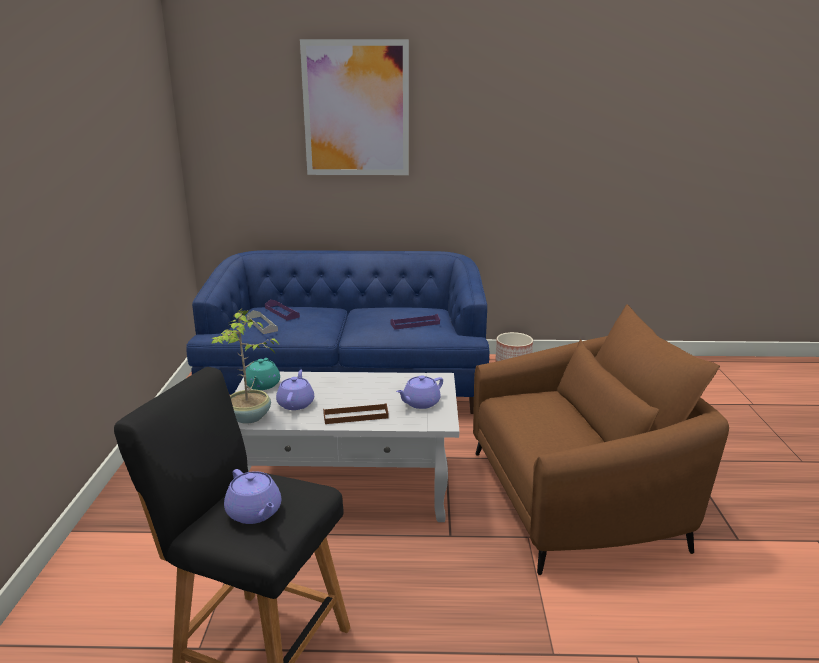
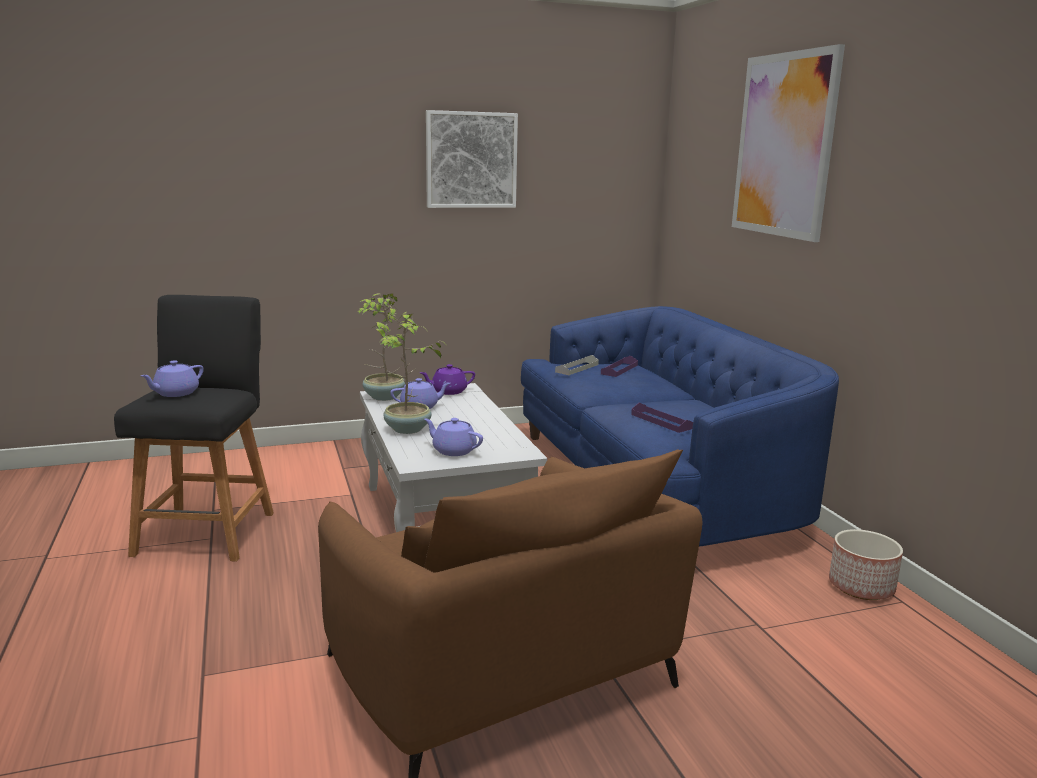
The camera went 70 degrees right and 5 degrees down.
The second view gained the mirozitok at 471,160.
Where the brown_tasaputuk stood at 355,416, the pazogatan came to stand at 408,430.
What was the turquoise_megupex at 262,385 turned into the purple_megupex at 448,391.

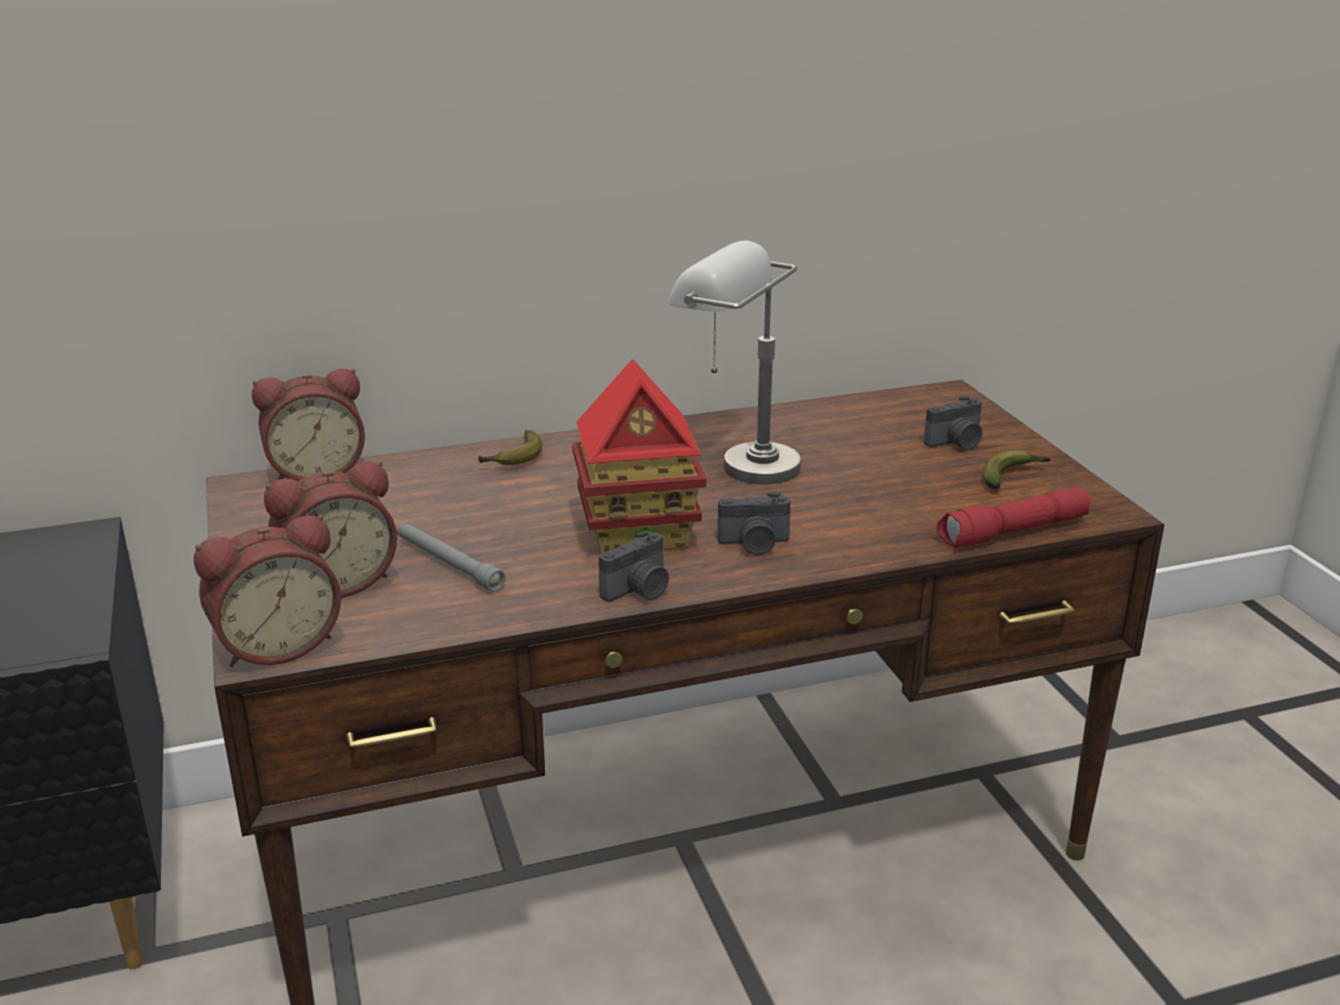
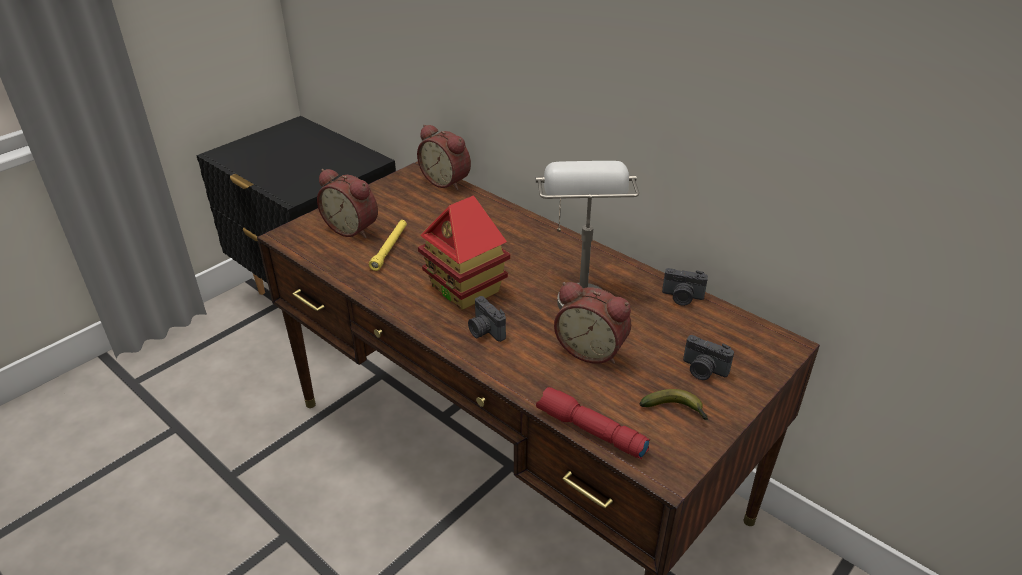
The camera went 60 degrees right and 10 degrees up.
The second view lost the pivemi at 513,459.
The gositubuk ended up elsewhere, having gone from 276,645 to 592,349.
The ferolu ended up elsewhere, having gone from 639,590 to 682,297.
What was the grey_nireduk at 448,564 turned into the yellow_nireduk at 390,248.

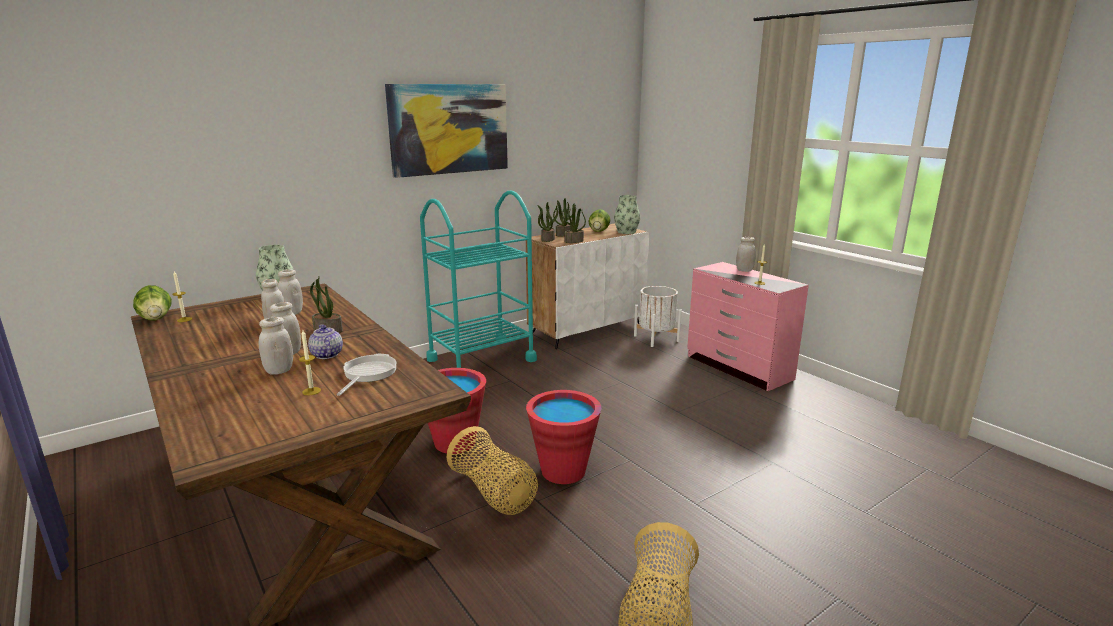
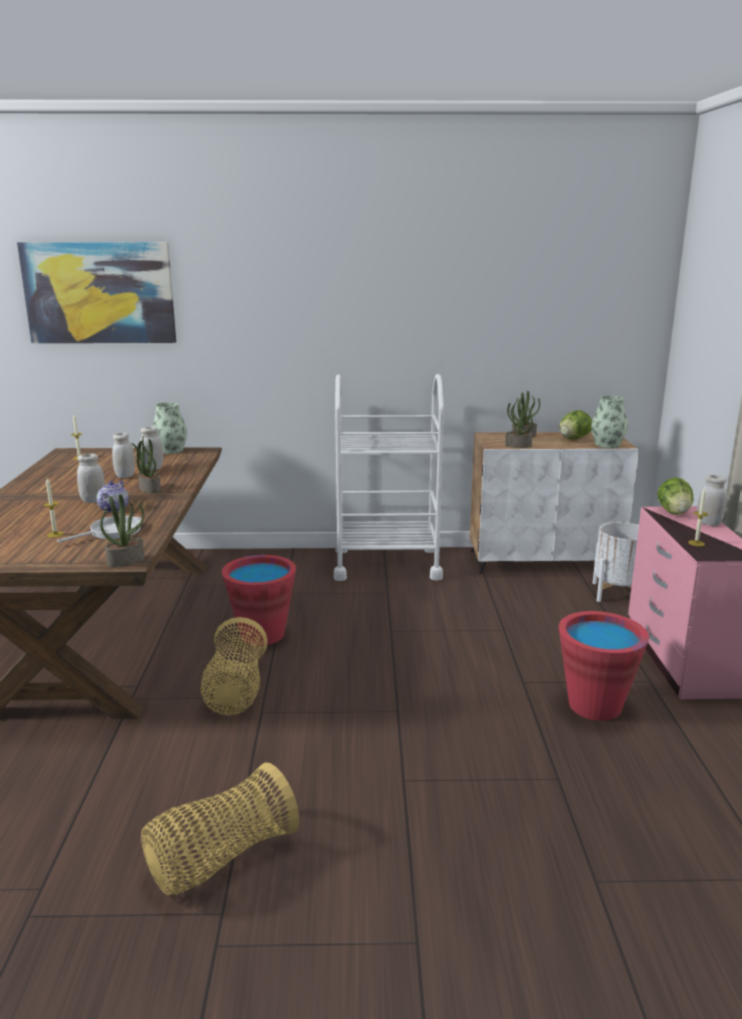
The camera went 35 degrees right and 0 degrees up.
The second view lost the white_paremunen at 279,371.
The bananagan ended up elsewhere, having gone from 156,319 to 674,512.
The mirozitok ended up elsewhere, having gone from 449,129 to 99,293.
The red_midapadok ended up elsewhere, having gone from 563,471 to 595,705.
The pazogatan ended up elsewhere, having gone from 547,239 to 126,561.
What was the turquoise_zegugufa at 481,360 turned into the white_zegugufa at 386,564.

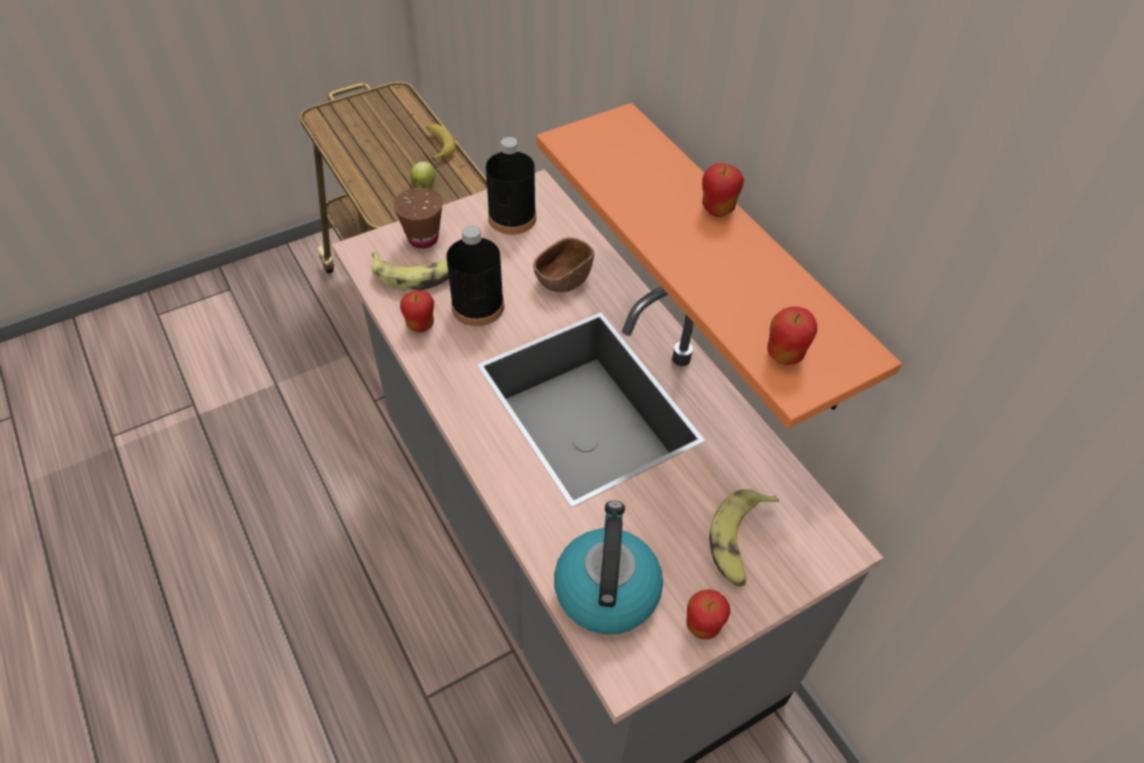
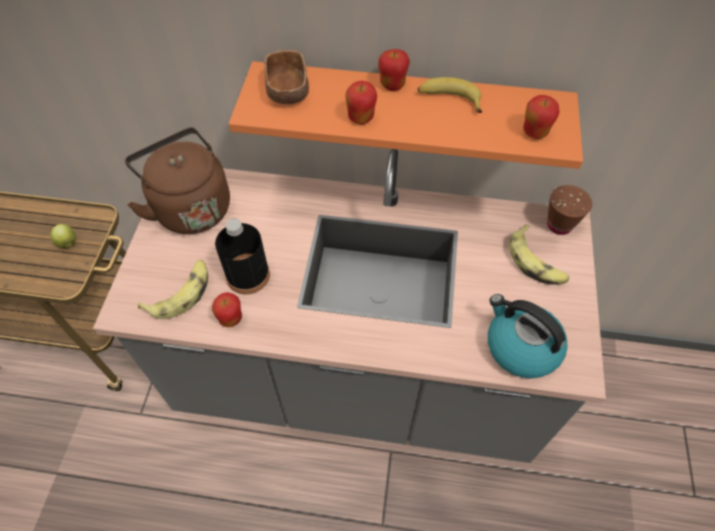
The camera went 50 degrees left and 5 degrees up.
The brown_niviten ended up elsewhere, having gone from 423,238 to 559,225.
The pivemi ended up elsewhere, having gone from 438,145 to 449,99.
The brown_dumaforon ended up elsewhere, having gone from 563,278 to 288,92.
The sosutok ended up elsewhere, having gone from 703,626 to 361,118.
Where the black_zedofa stood at 512,218, the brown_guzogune came to stand at 190,207.

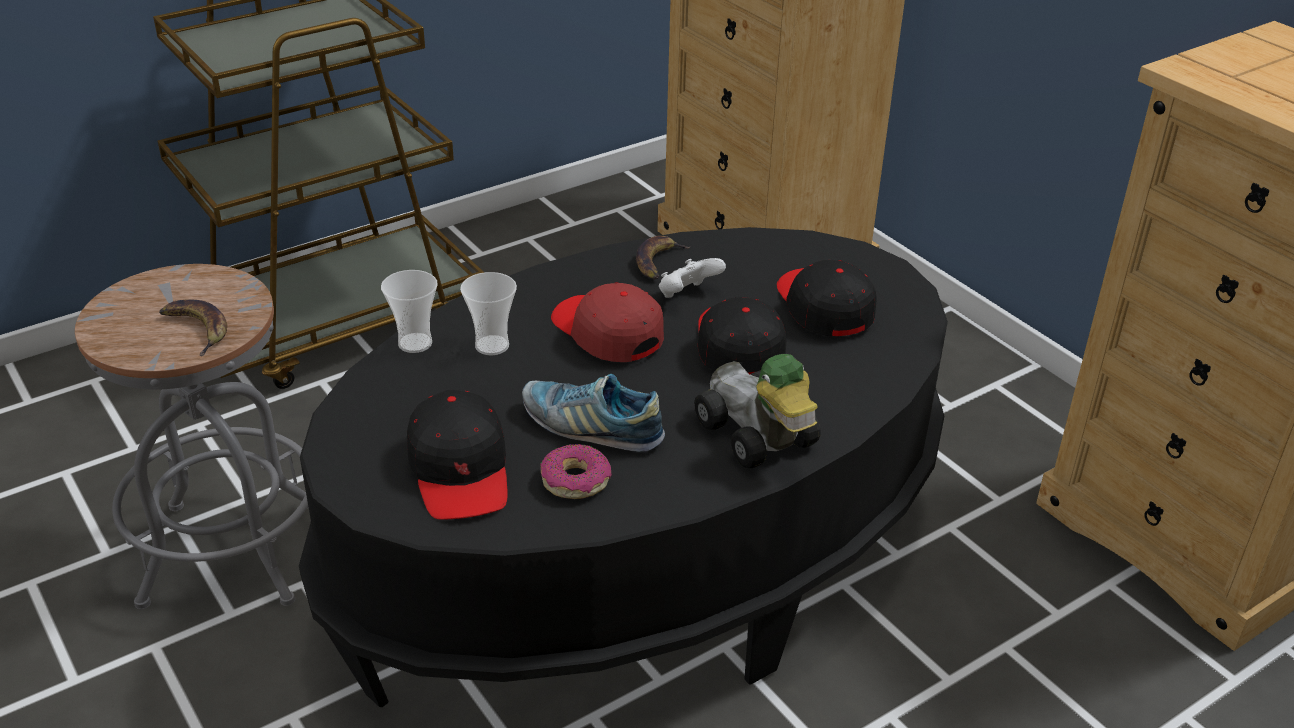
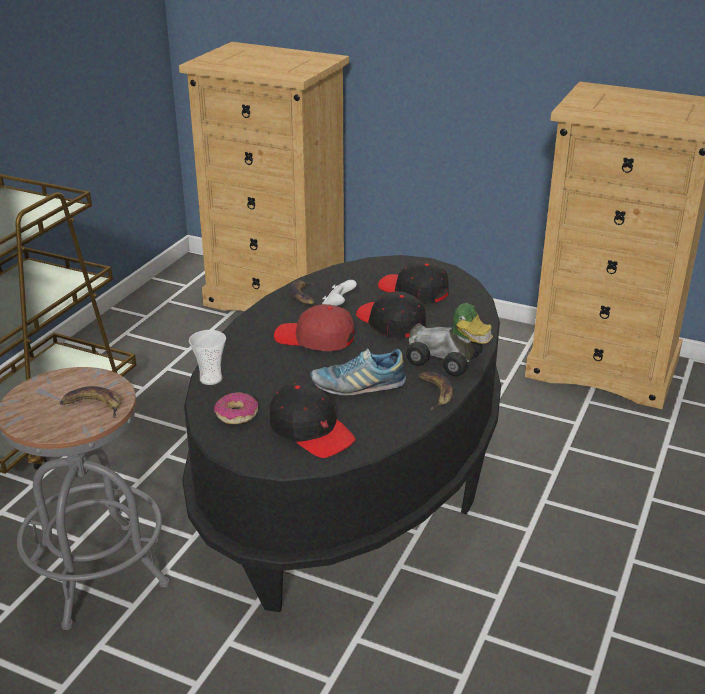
The camera went 30 degrees left and 5 degrees down.
The second view lost the niviten at 492,345.
The second view gained the pivemi at 435,392.
The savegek ended up elsewhere, having gone from 575,481 to 237,414.

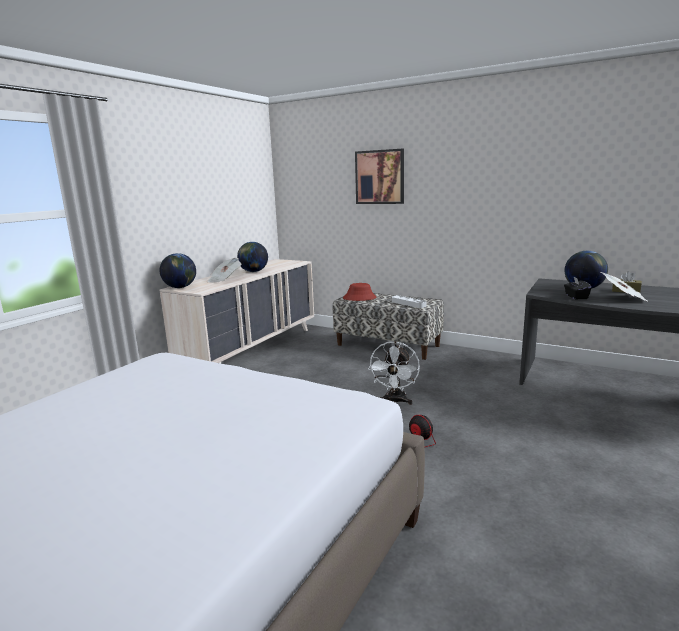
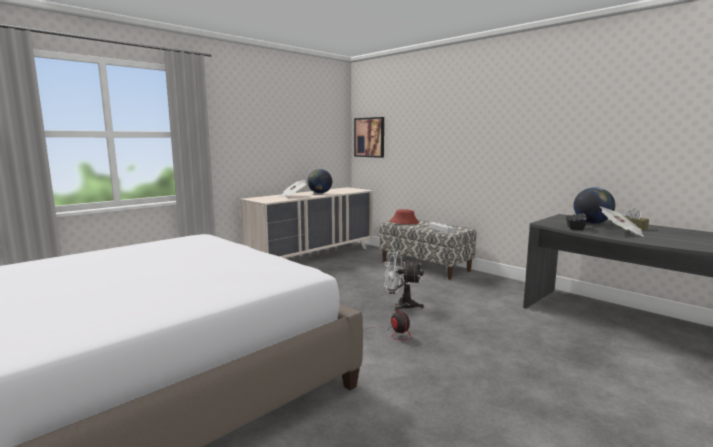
The camera went 15 degrees right and 5 degrees down.
The second view lost the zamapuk at 180,287.
The mirozitok ended up elsewhere, having gone from 380,177 to 369,137.
The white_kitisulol at 395,401 ended up facing another way, 75 degrees clockwise from before.

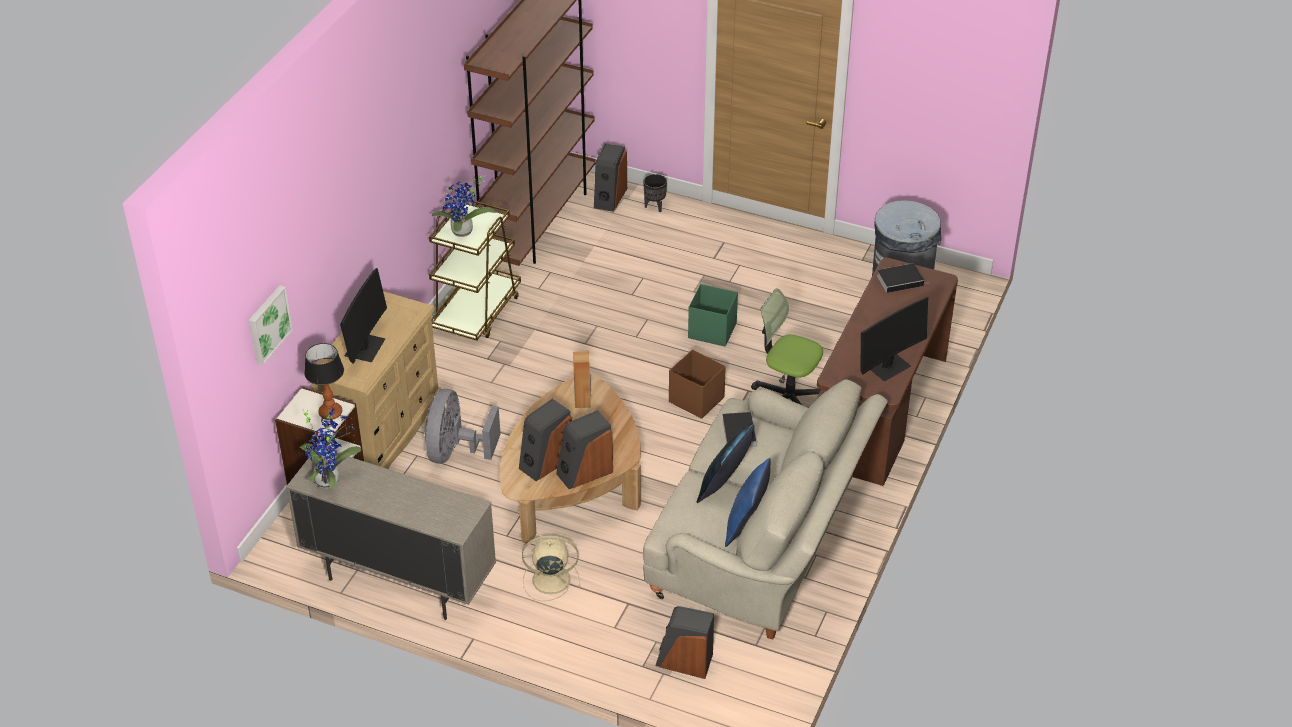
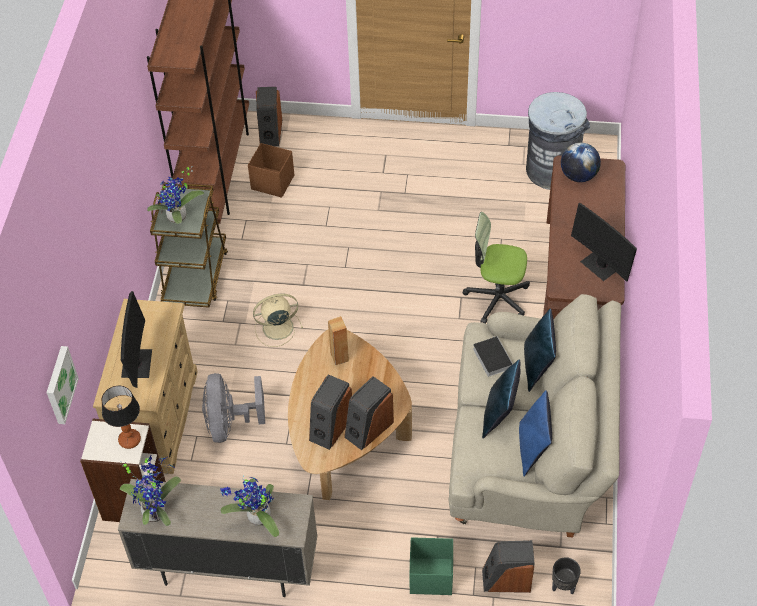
The camera went 15 degrees left and 10 degrees up.
The second view gained the pazogatan at 256,518.
The second view gained the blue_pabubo at 537,366.
The beige_kitisulol ended up elsewhere, having gone from 549,580 to 276,328.
The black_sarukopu ended up elsewhere, having gone from 655,207 to 563,587.
The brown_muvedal ended up elsewhere, having gone from 696,399 to 272,182.
The green_muvedal ended up elsewhere, having gone from 711,330 to 430,576.
Where the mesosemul stood at 901,280, the zamapuk came to stand at 578,176.
The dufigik at 887,366 ended up facing another way, 105 degrees clockwise from before.

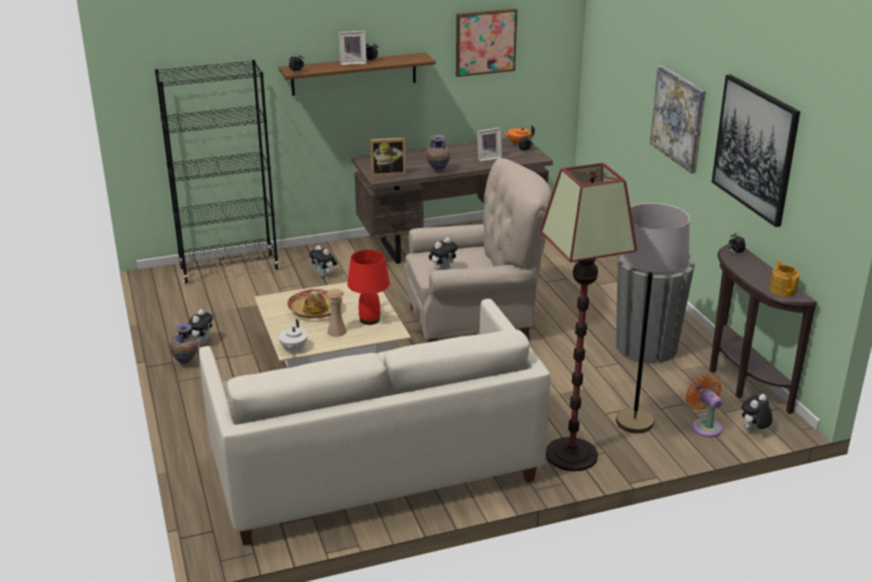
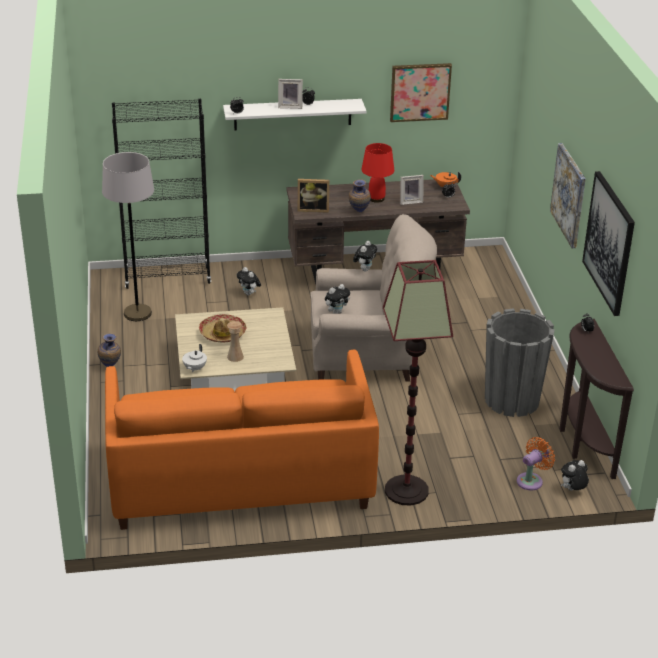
The camera went 10 degrees right and 5 degrees up.
The second view lost the megupex at 783,289.
The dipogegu ended up elsewhere, having gone from 201,342 to 364,269.
The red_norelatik ended up elsewhere, having gone from 370,319 to 377,199.
The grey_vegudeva ended up elsewhere, having gone from 634,422 to 137,313.
What was the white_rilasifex at 374,467 turned into the orange_rilasifex at 240,479.
What was the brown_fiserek at 354,74 turned into the white_fiserek at 292,114.
The orange_kitisulol at 704,426 ended up facing another way, 60 degrees clockwise from before.

